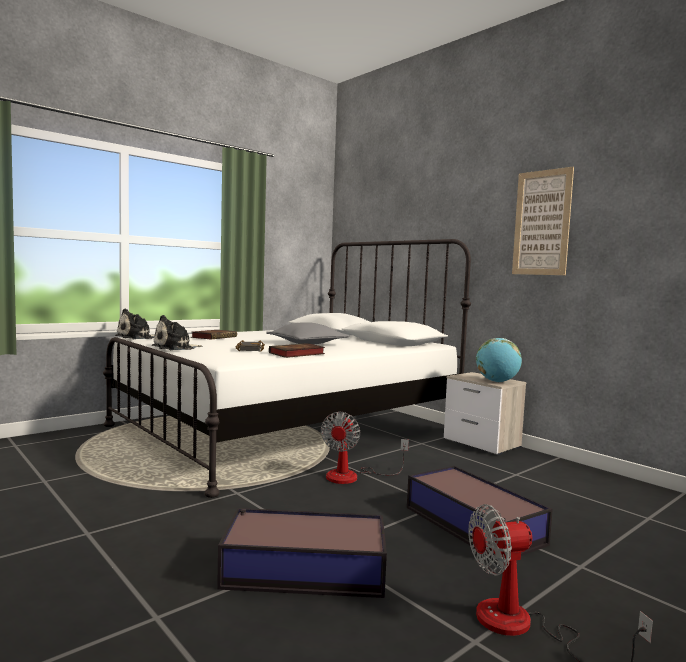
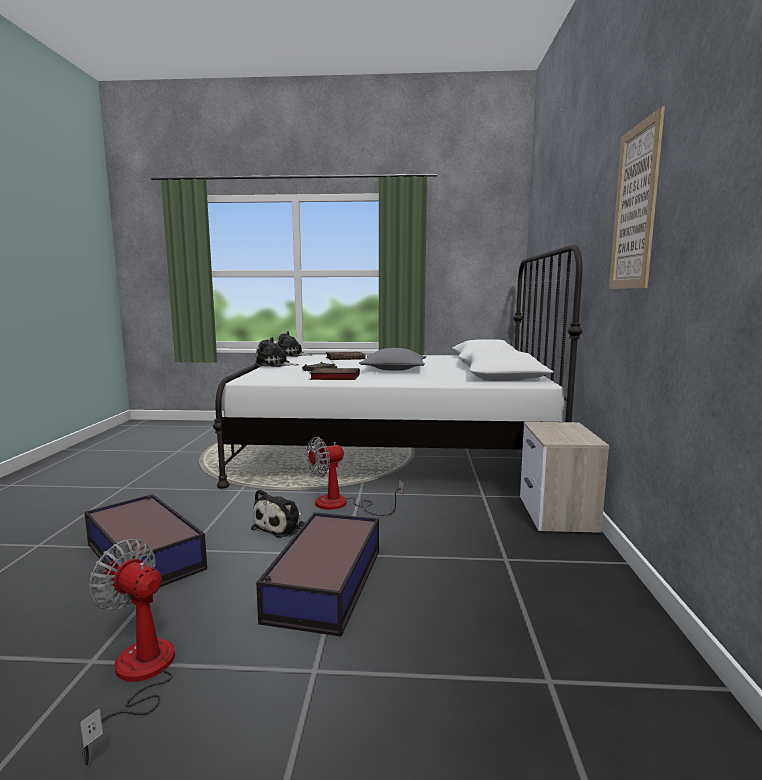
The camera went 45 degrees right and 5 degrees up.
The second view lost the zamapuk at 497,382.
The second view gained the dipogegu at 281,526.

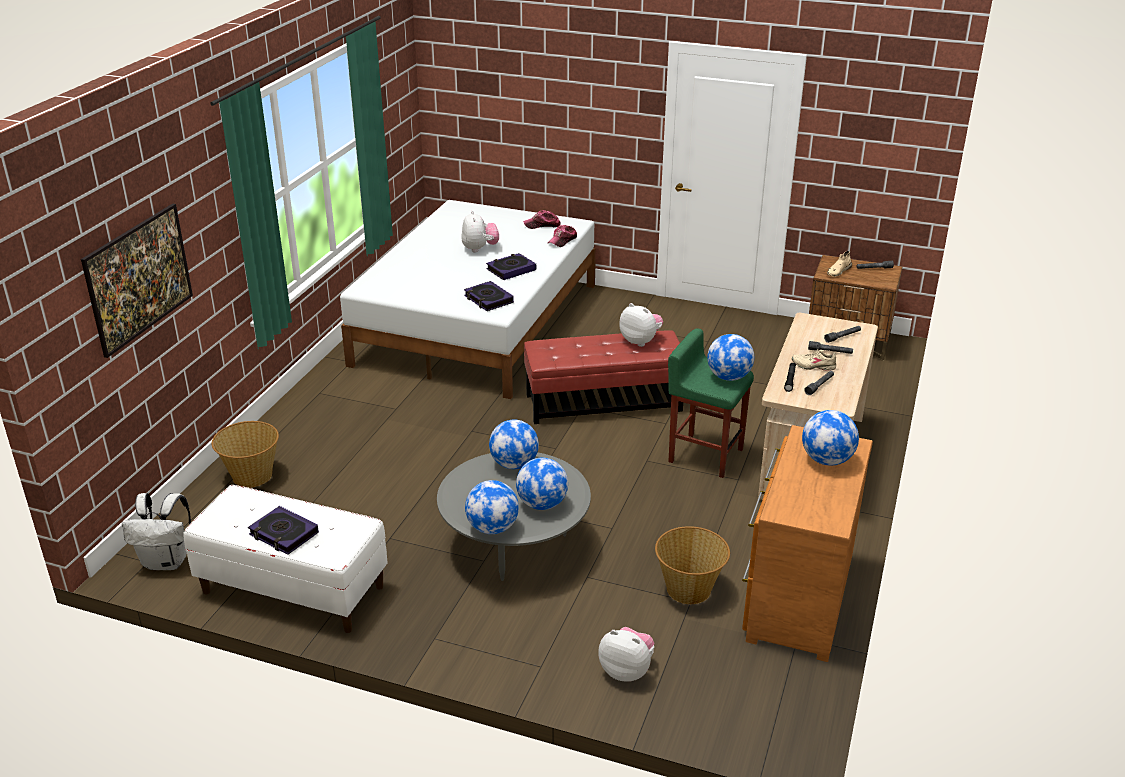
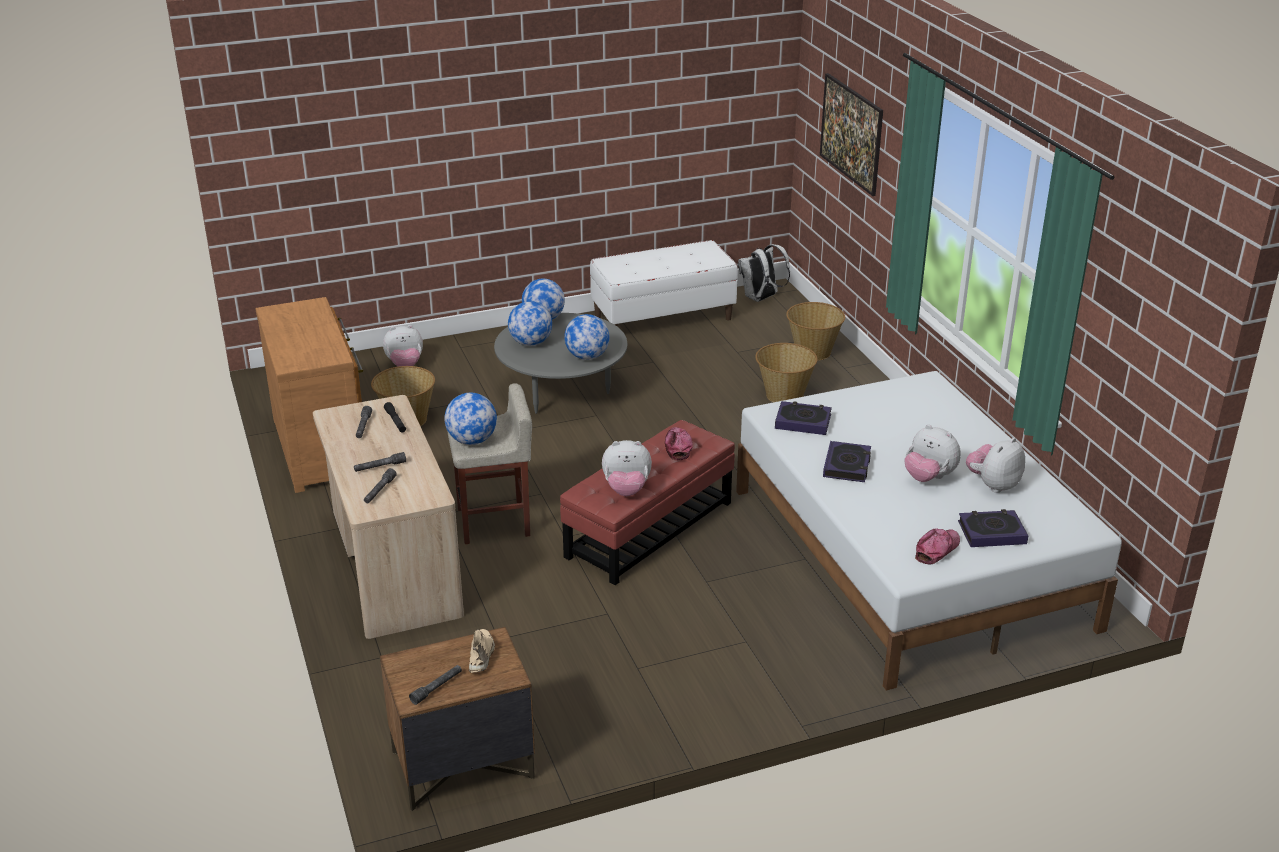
The camera went 140 degrees right and 0 degrees up.
The second view lost the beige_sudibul at 813,366.
The second view lost the zamapuk at 827,460.
The second view gained the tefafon at 784,395.
The second view gained the dipogegu at 993,485.
The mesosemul ended up elsewhere, having gone from 283,534 to 991,533.
The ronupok ended up elsewhere, having gone from 562,240 to 677,447.
What was the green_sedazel at 704,455 turned into the beige_sedazel at 495,522.

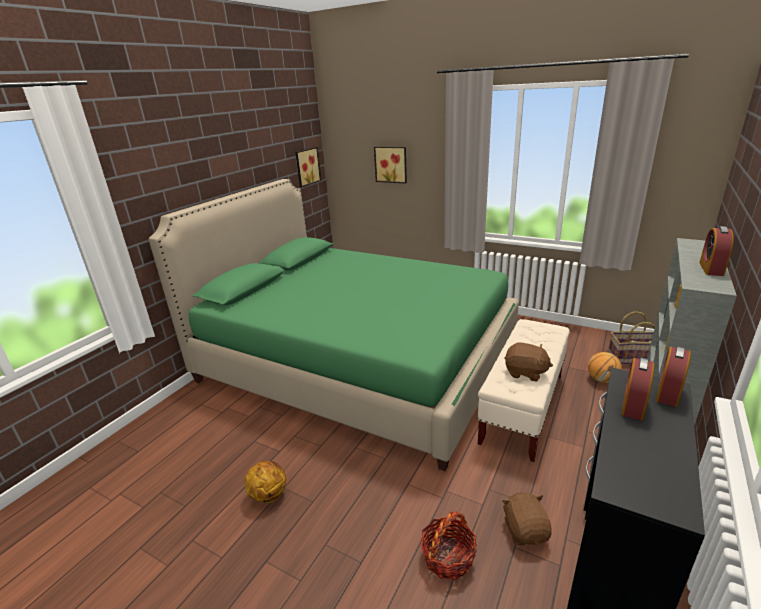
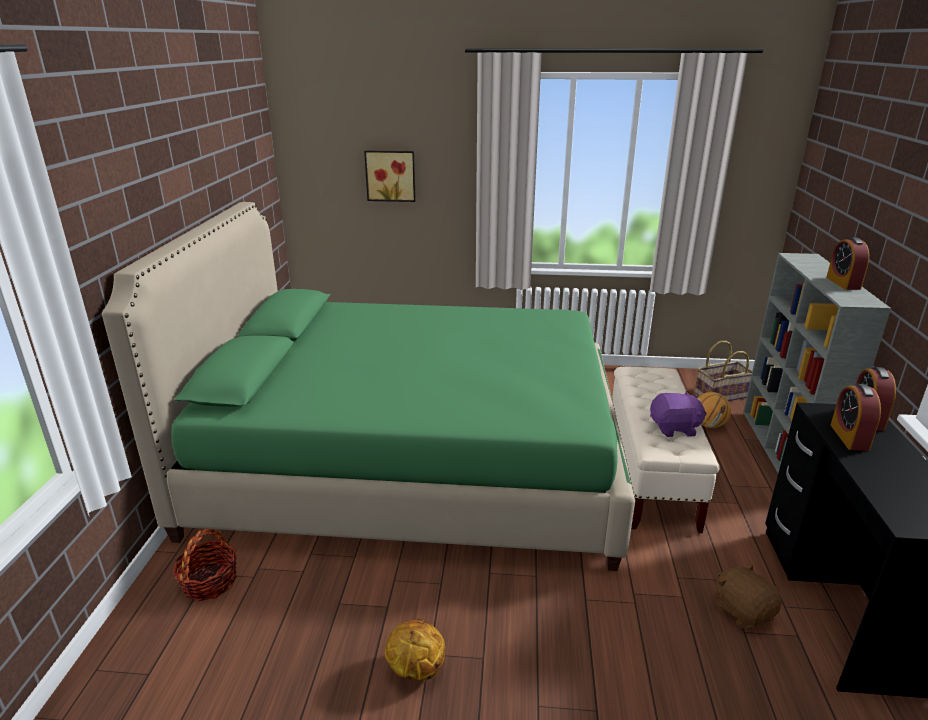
The camera went 25 degrees left and 0 degrees up.
The second view lost the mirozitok at 306,166.
The tefafon ended up elsewhere, having gone from 448,557 to 209,582.
What was the brown_dipogegu at 525,372 turned into the purple_dipogegu at 674,428.

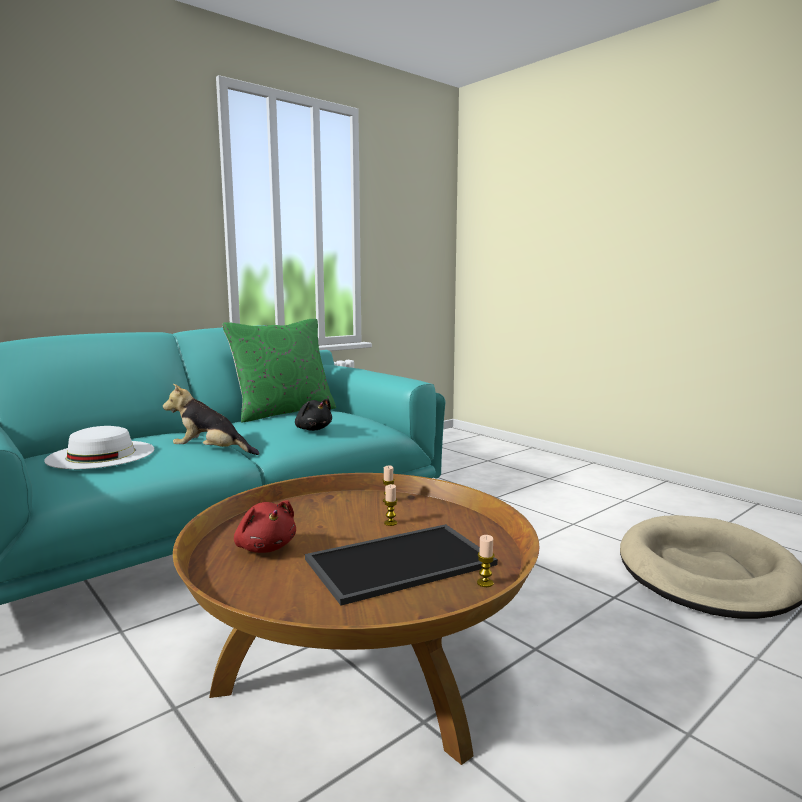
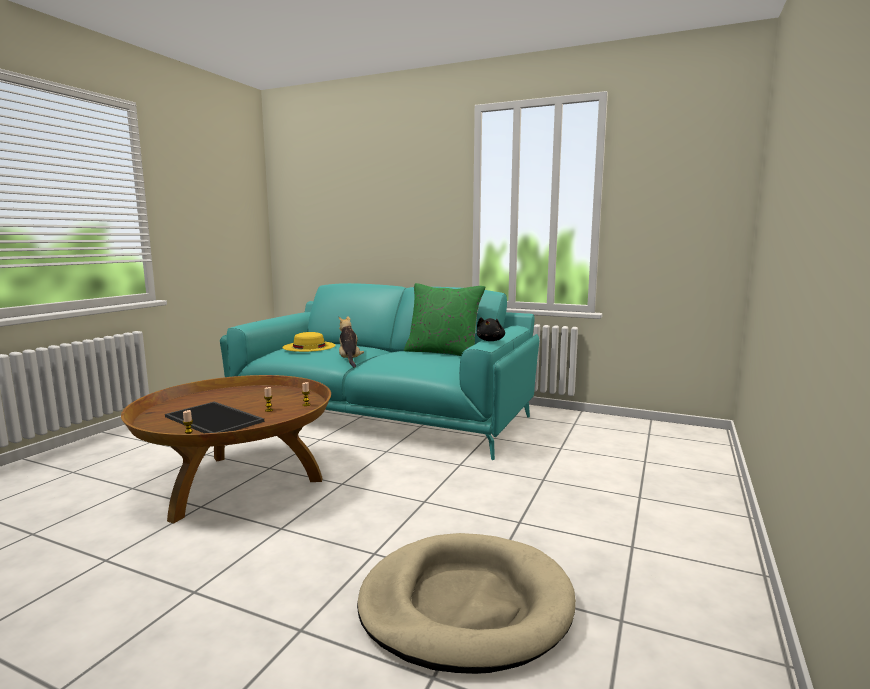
The camera went 65 degrees right and 0 degrees up.
The second view lost the red_dipogegu at 265,547.
The black_dipogegu ended up elsewhere, having gone from 313,429 to 491,340.
What was the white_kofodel at 101,454 turned into the yellow_kofodel at 309,346.

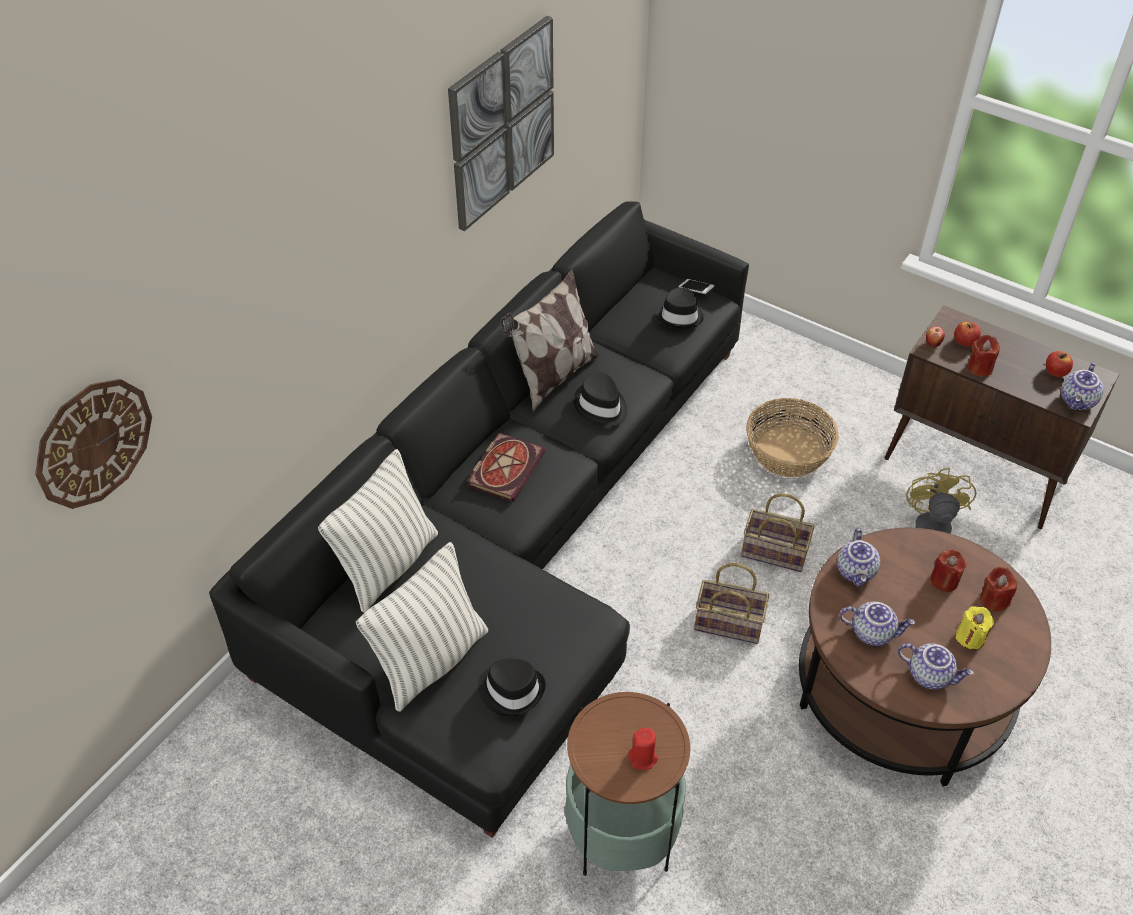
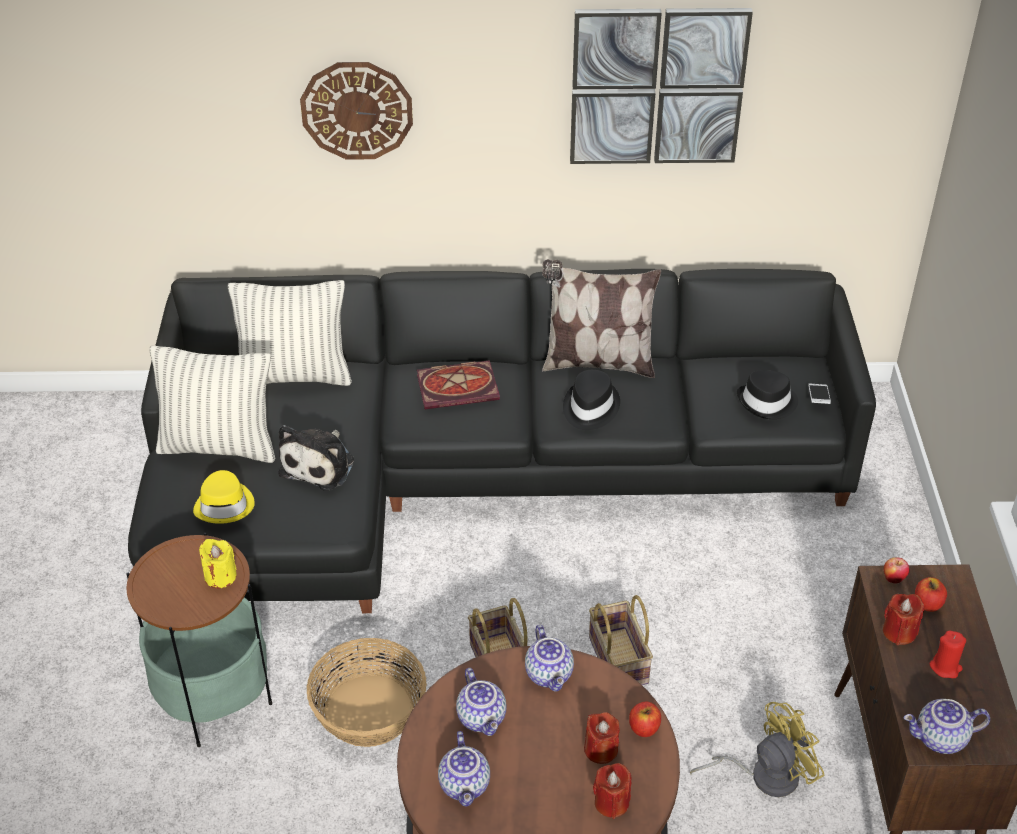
The camera went 55 degrees right and 5 degrees down.
The second view gained the dipogegu at 320,464.
The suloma ended up elsewhere, having gone from 93,442 to 357,110.
The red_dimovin ended up elsewhere, having gone from 643,758 to 945,667.
The tefafon ended up elsewhere, having gone from 788,453 to 368,710.
The yellow_dimovin ended up elsewhere, having gone from 970,637 to 220,576.
The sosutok ended up elsewhere, having gone from 1055,372 to 644,728.
What was the black_kofodel at 512,690 turned into the yellow_kofodel at 225,505.
The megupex at 856,572 ended up facing another way, 75 degrees counterclockwise from before.

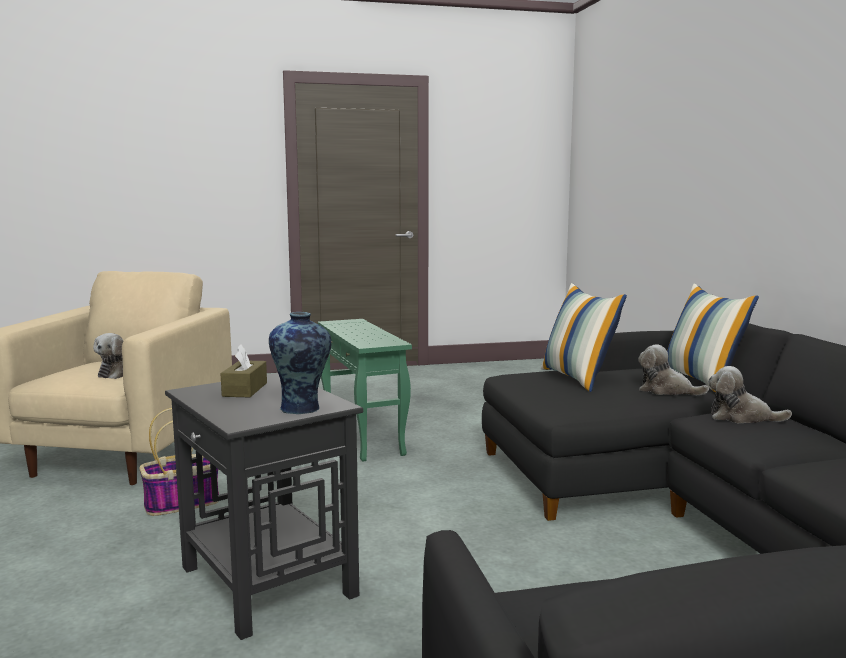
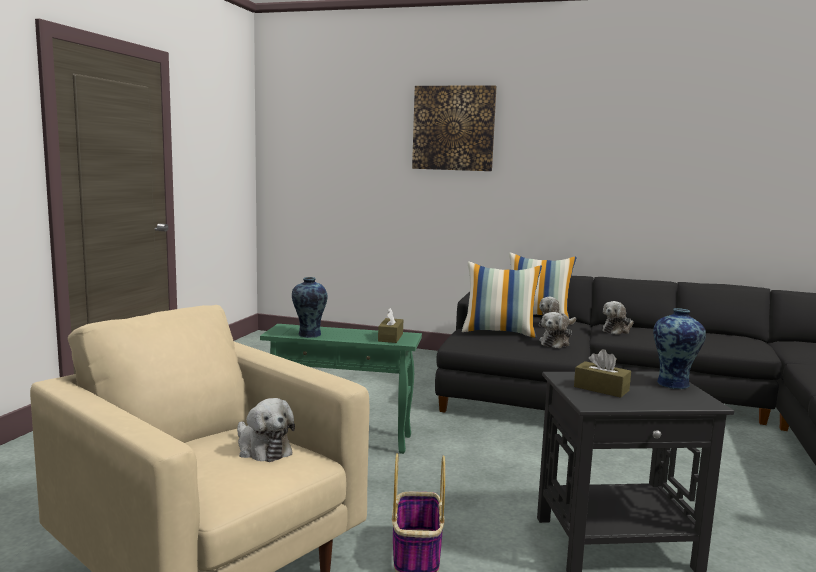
The camera went 60 degrees left and 0 degrees up.
The second view gained the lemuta at 309,335.
The second view gained the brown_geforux at 390,337.
The second view gained the mirozitok at 453,128.
The second view gained the dipogegu at 555,343.

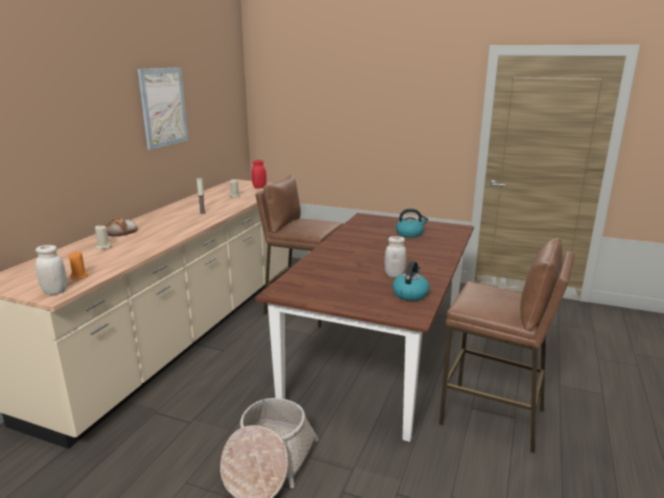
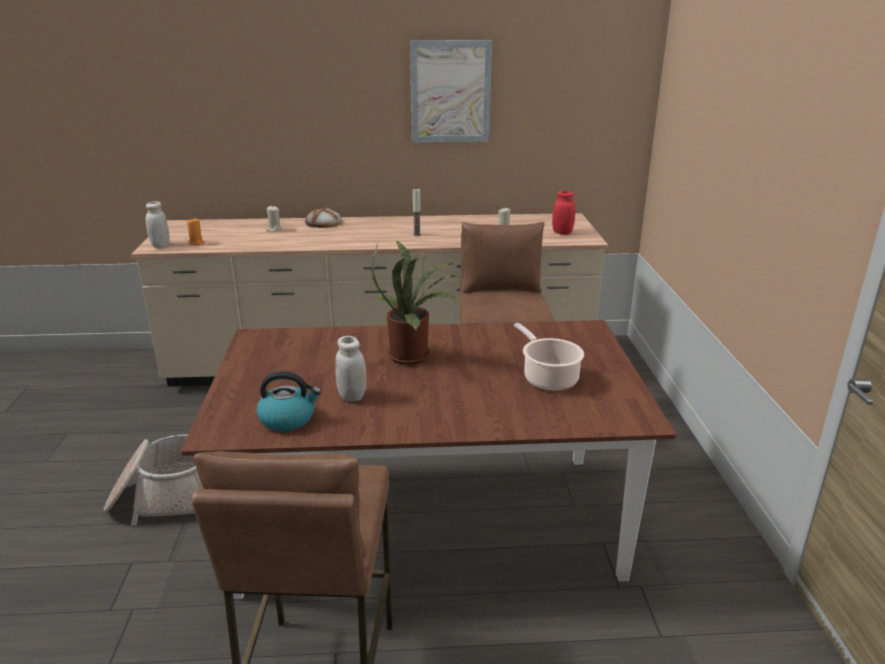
The camera went 65 degrees right and 5 degrees up.
The second view gained the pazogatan at 413,356.
Where the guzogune stood at 410,233, the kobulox came to stand at 548,378.

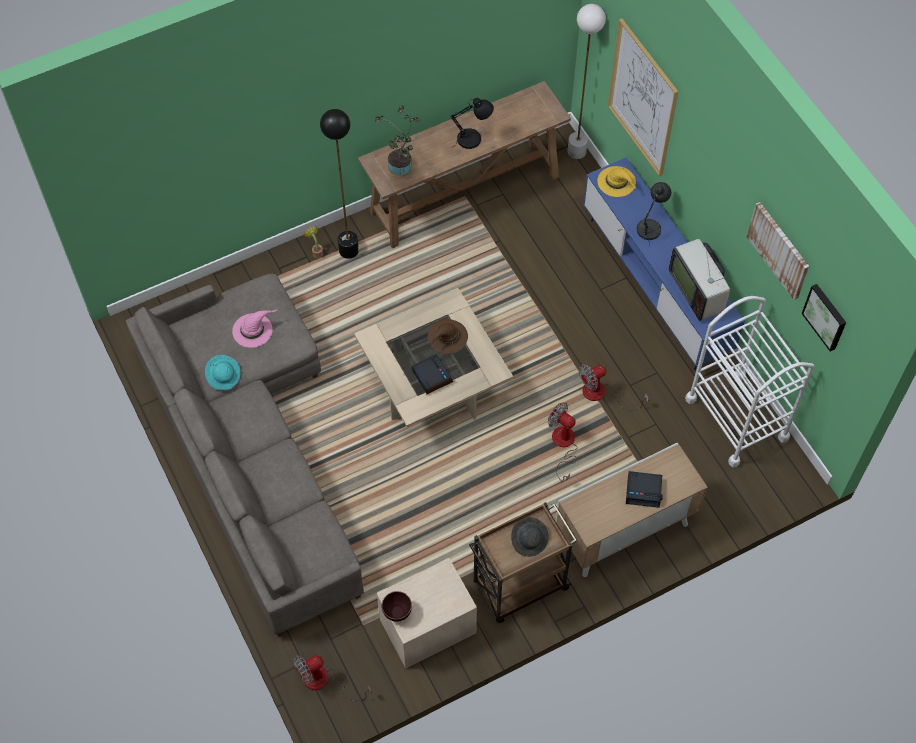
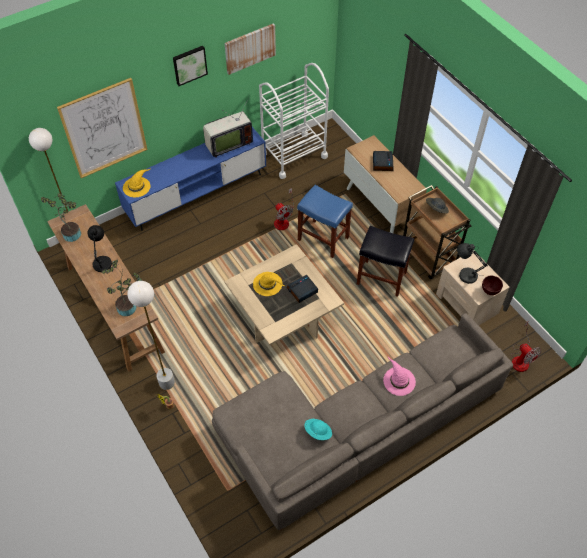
The camera went 95 degrees left and 5 degrees down.
The second view gained the pazogatan at 71,232.
The second view gained the black_sedazel at 381,278.
The pink_kofodel ended up elsewhere, having gone from 253,330 to 398,380.
The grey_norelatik ended up elsewhere, having gone from 650,227 to 465,275.
The mirozitok ended up elsewhere, having gone from 826,316 to 189,65.
Where the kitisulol stood at 563,445, the blue_sedazel came to stand at 324,238.
What was the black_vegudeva at 348,250 turned into the white_vegudeva at 166,383.
What was the brown_kofodel at 447,337 turned into the yellow_kofodel at 268,284.

